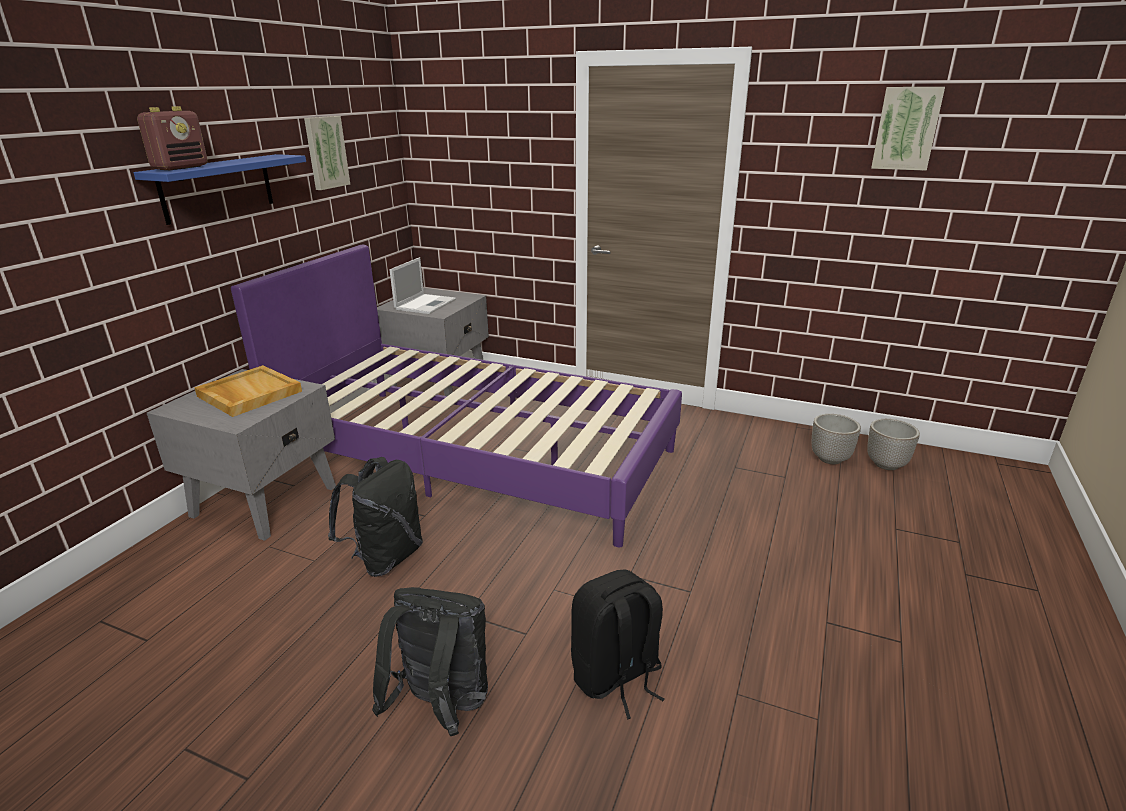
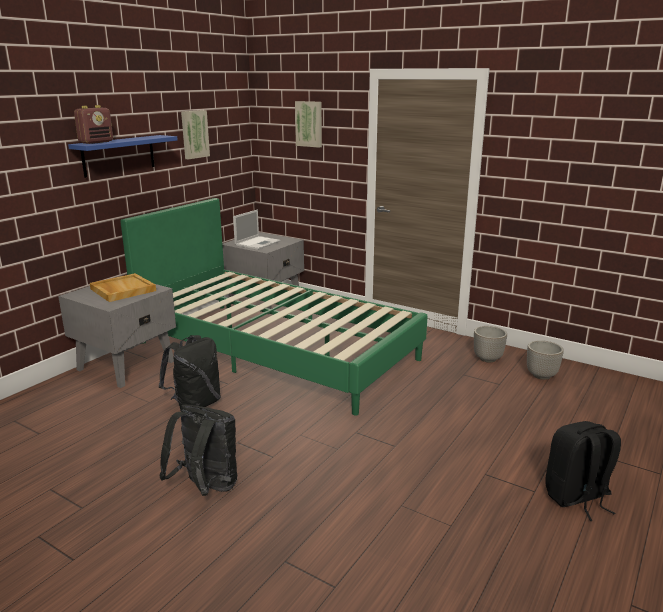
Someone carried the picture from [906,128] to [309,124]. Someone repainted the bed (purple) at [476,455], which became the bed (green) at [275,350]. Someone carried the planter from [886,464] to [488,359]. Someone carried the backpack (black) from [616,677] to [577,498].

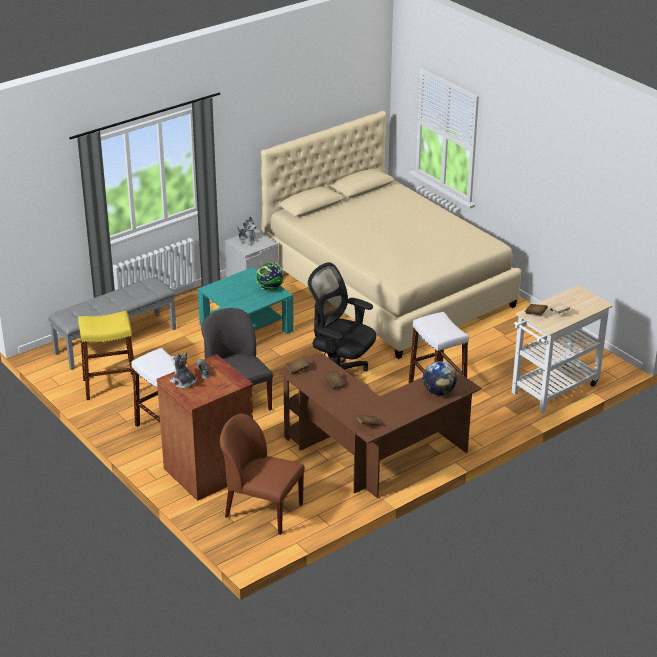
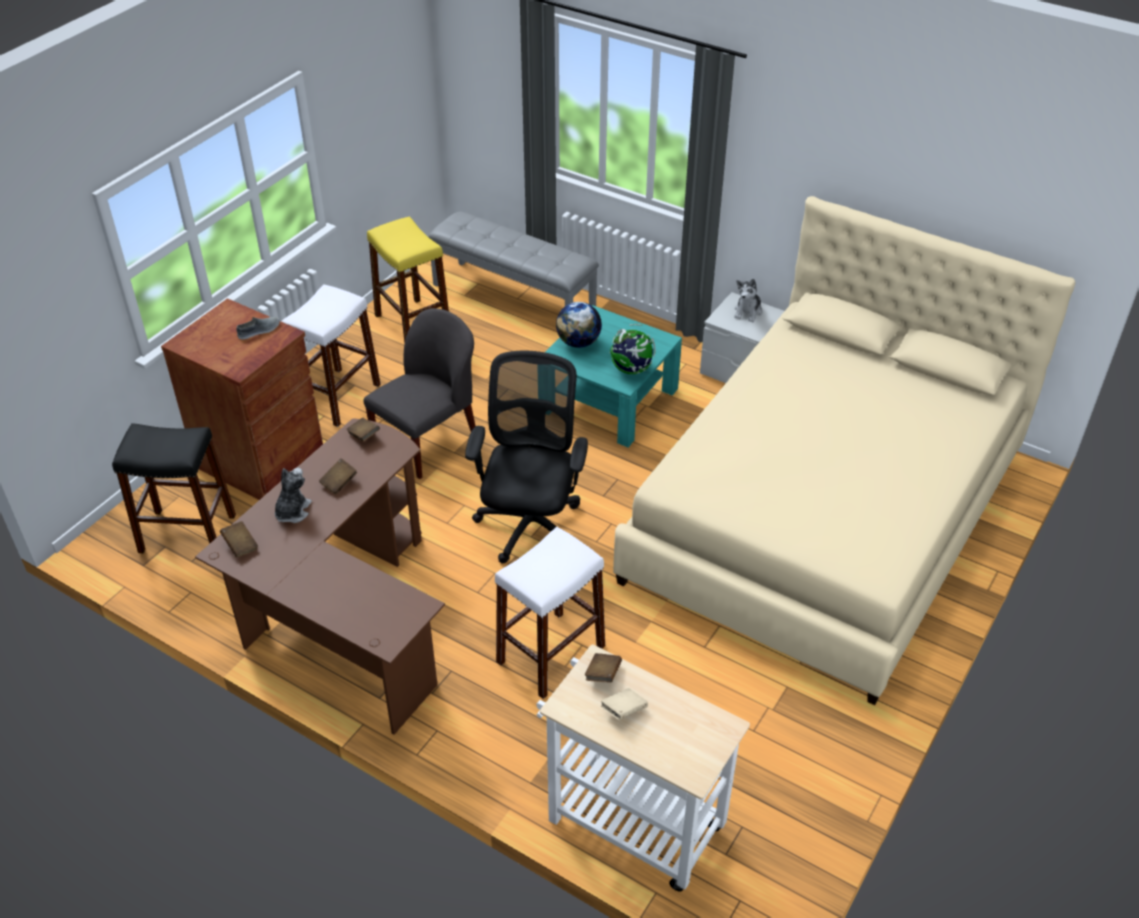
Someone carried the plush toy from [183,382] to [292,512]. Someone carried the globe from [438,392] to [578,342]. Someone swapped the chair (brown) at [262,510] for the stool (black) at [188,533].

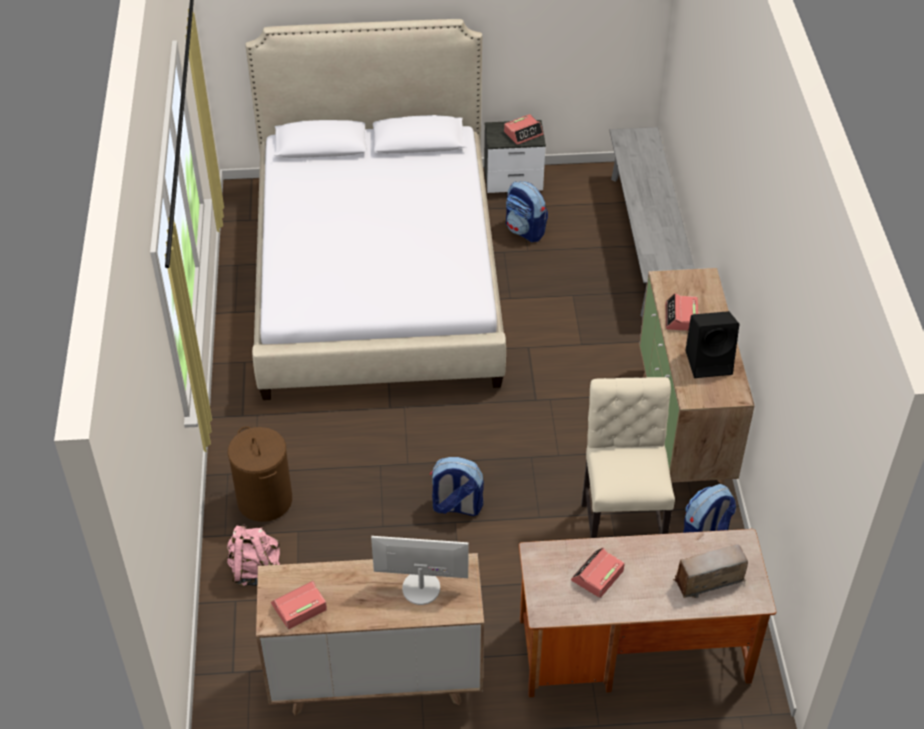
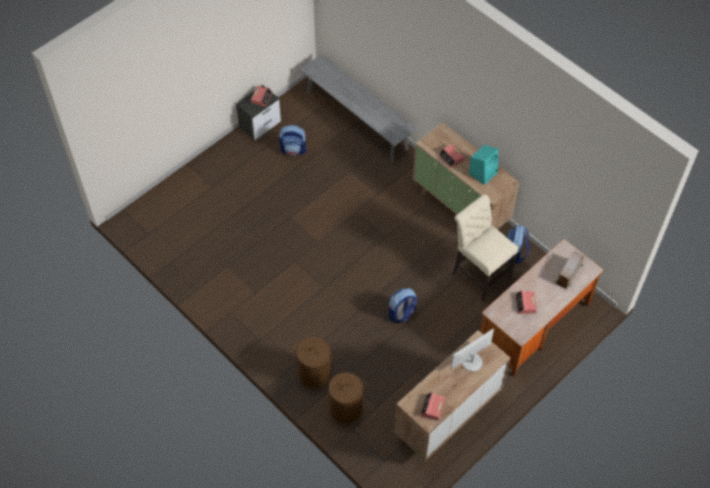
Someone took away the bed at [376,277]. Someone repainted the speaker (black) at [710,362], which became the speaker (turquoise) at [483,172]. Someone swapped the backpack (pink) at [255,570] for the laundry basket (brown) at [345,408].

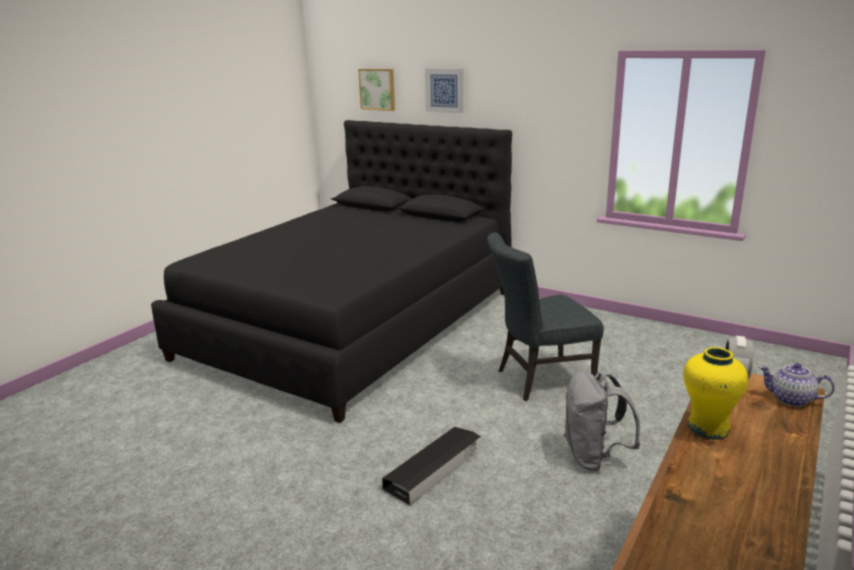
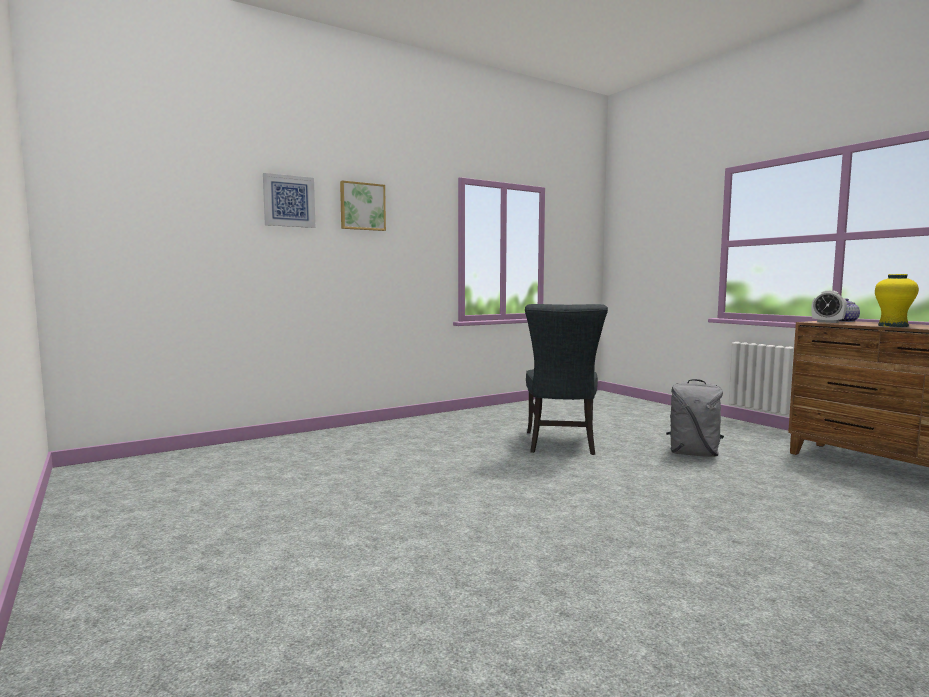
Someone carried the picture from [378,89] to [362,206]. Someone took away the bed (black) at [353,323]. Someone took away the storage box (black) at [434,469].

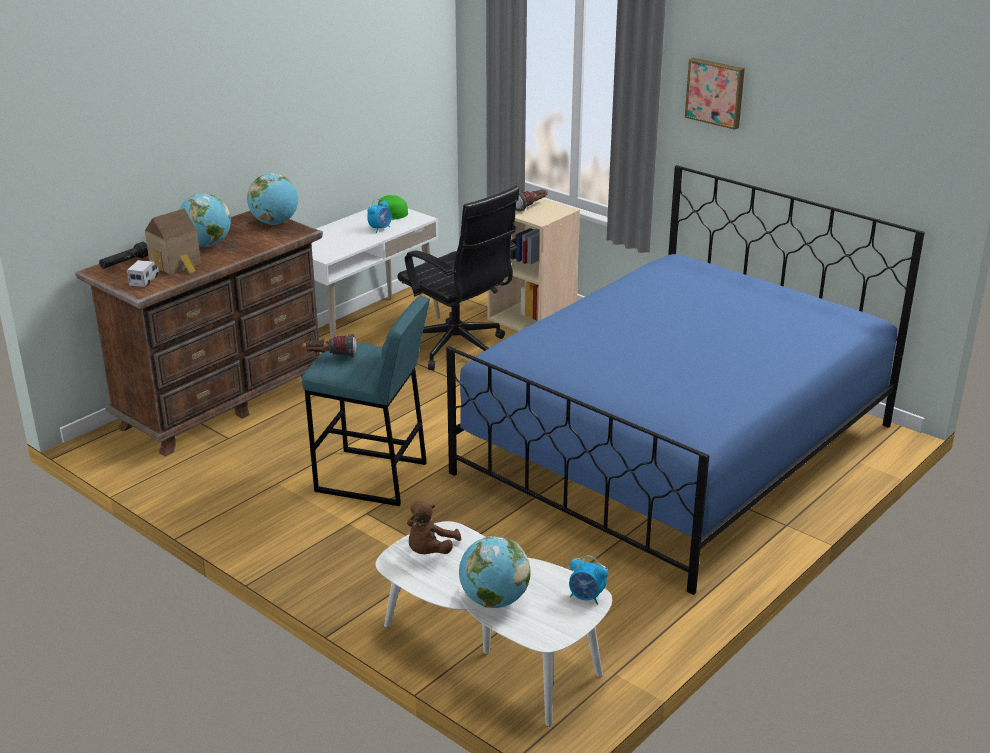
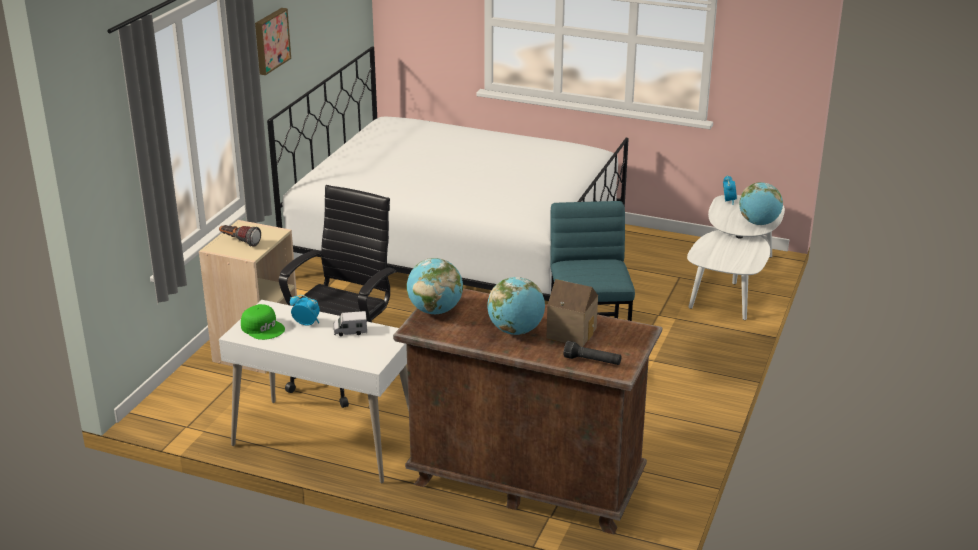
Someone repainted the bed (blue) at [677,448], which became the bed (white) at [456,255]. Someone carried the toy truck from [144,280] to [350,331]. Someone took away the flashlight at [330,356]. Someone took away the plush toy (brown) at [429,551].

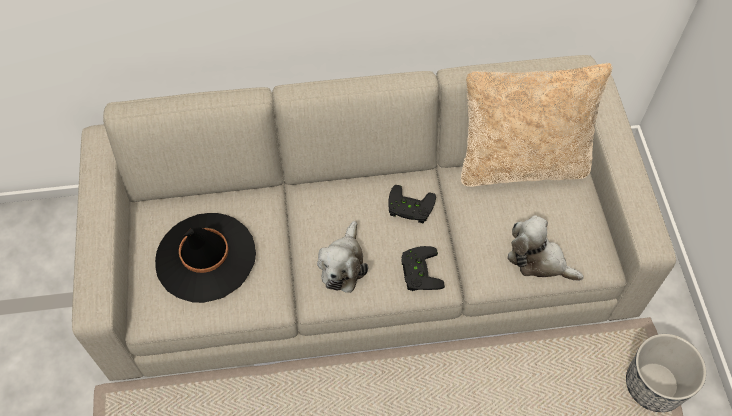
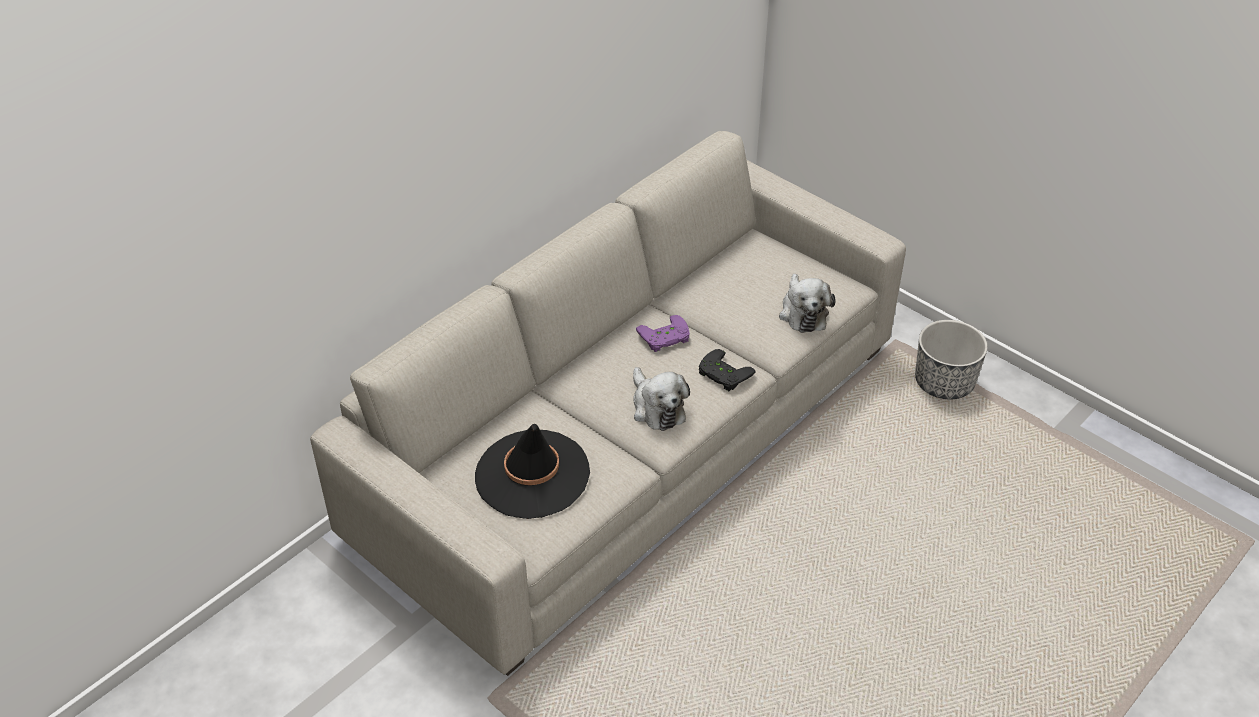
Someone took away the pillow (beige) at [522,166]. Someone repainted the game controller (black) at [409,208], which became the game controller (purple) at [665,338]. Someone rotated the plush toy at [538,259] by 90 degrees counterclockwise.

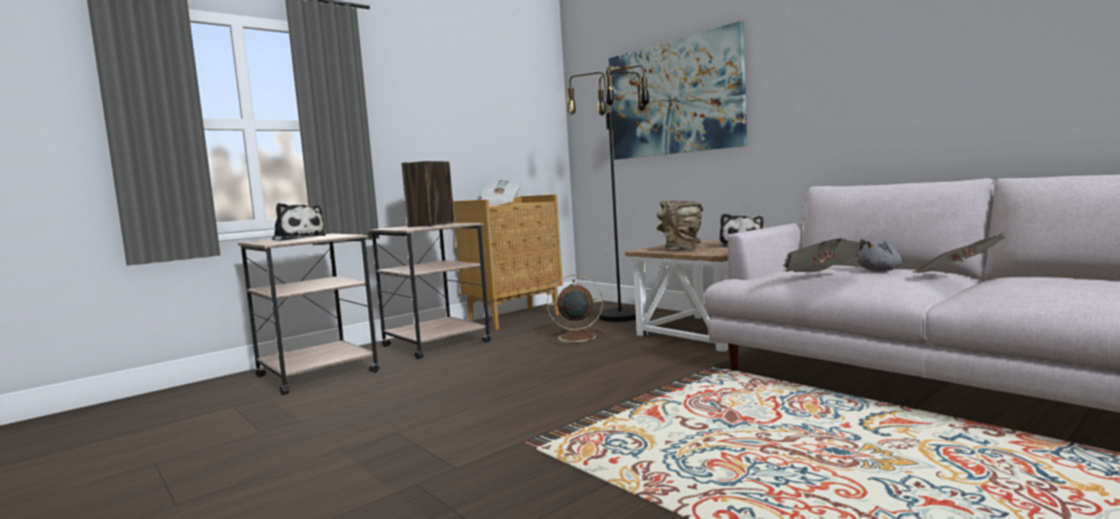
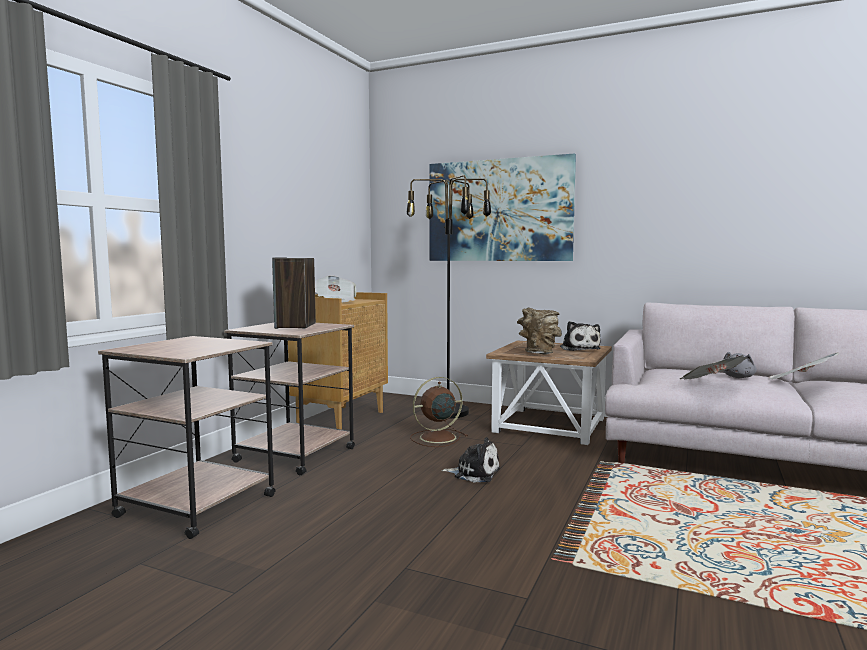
Someone carried the plush toy from [298,238] to [474,473].

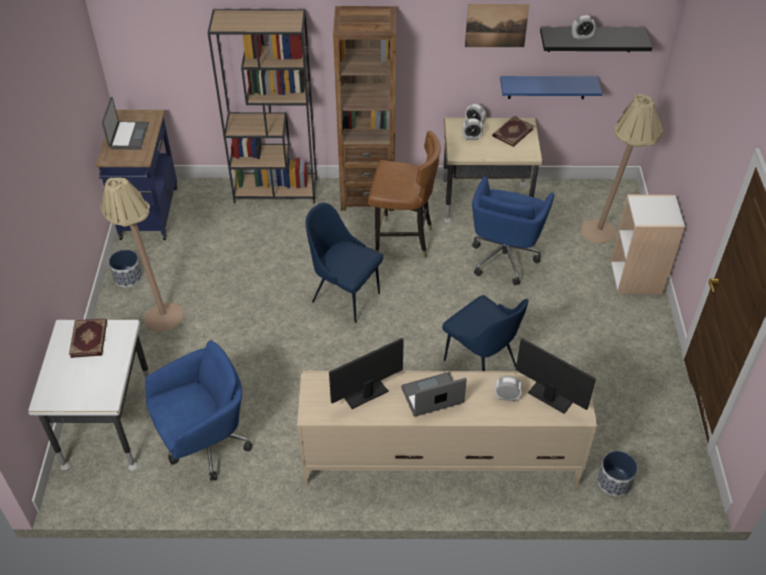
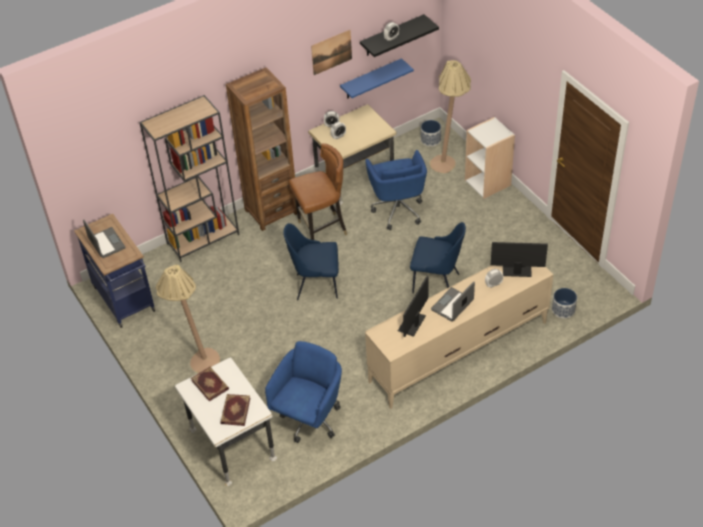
Someone carried the book from [512,132] to [235,411]. Someone carried the planter from [128,277] to [430,140].

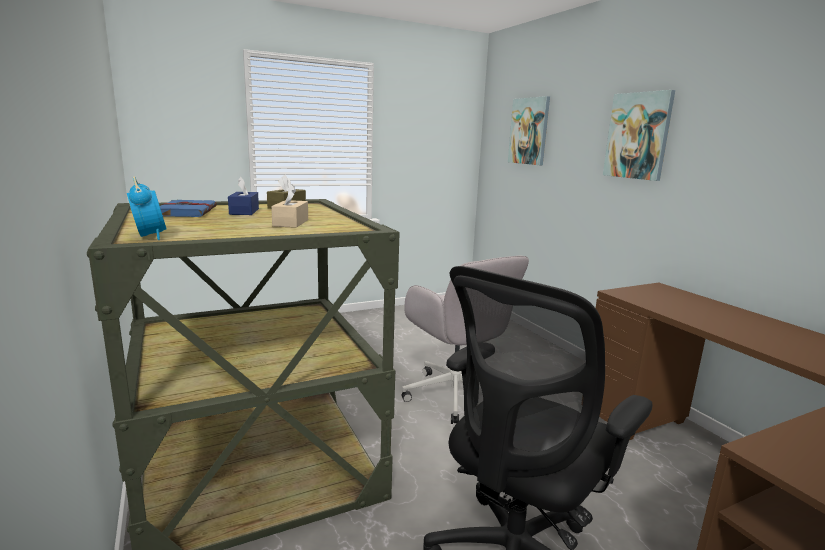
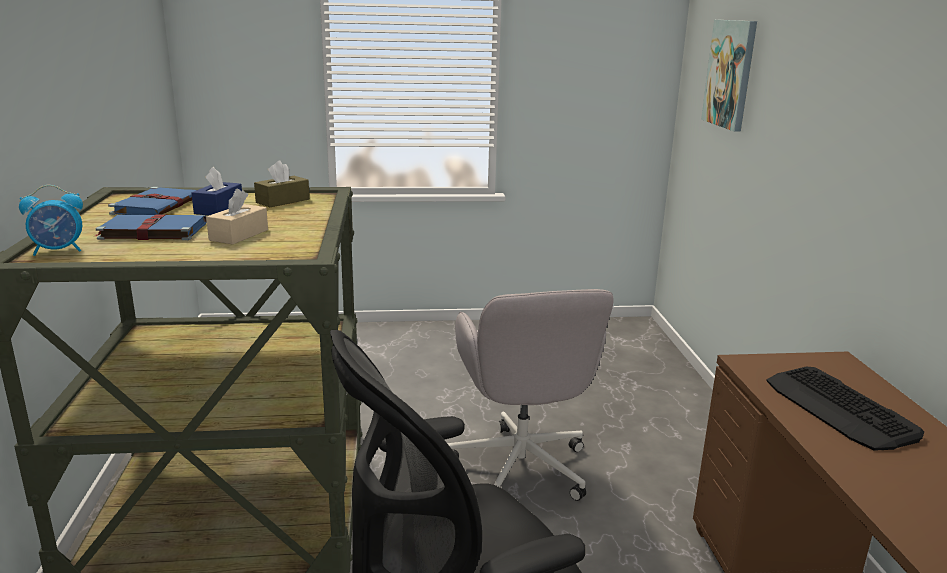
Someone took away the picture at [638,136]. Someone rotated the alarm clock at [150,237] by 75 degrees clockwise. Someone put down the book (blue) at [151,231]. Someone put down the keyboard at [839,409].

